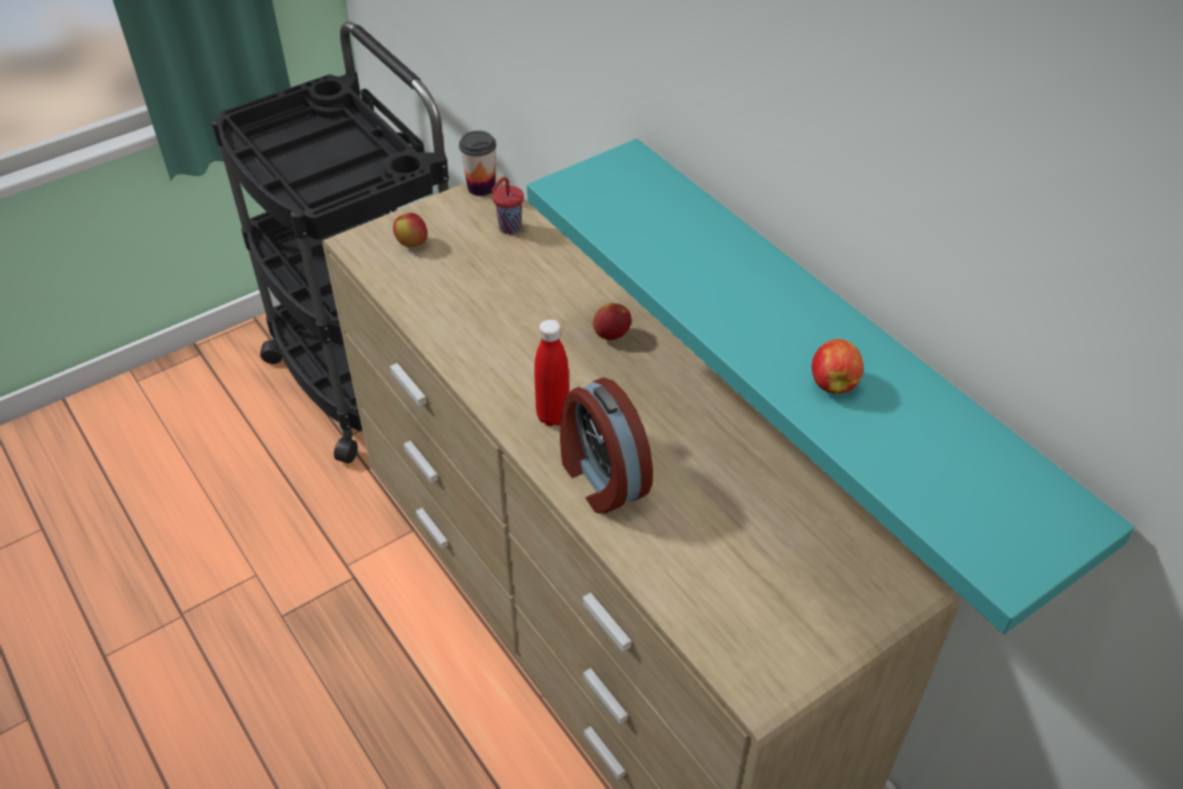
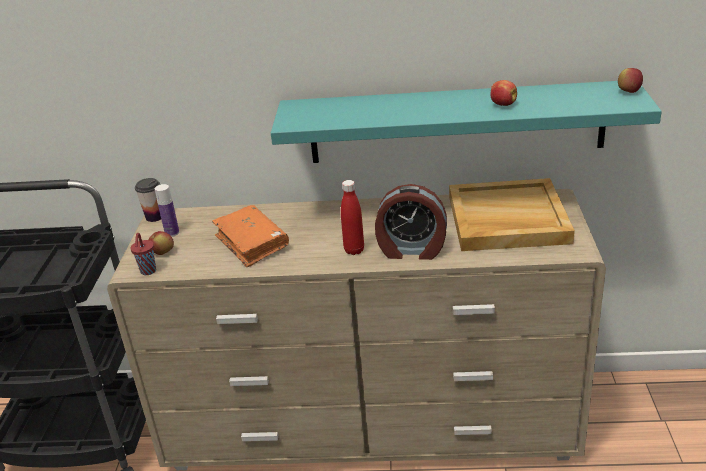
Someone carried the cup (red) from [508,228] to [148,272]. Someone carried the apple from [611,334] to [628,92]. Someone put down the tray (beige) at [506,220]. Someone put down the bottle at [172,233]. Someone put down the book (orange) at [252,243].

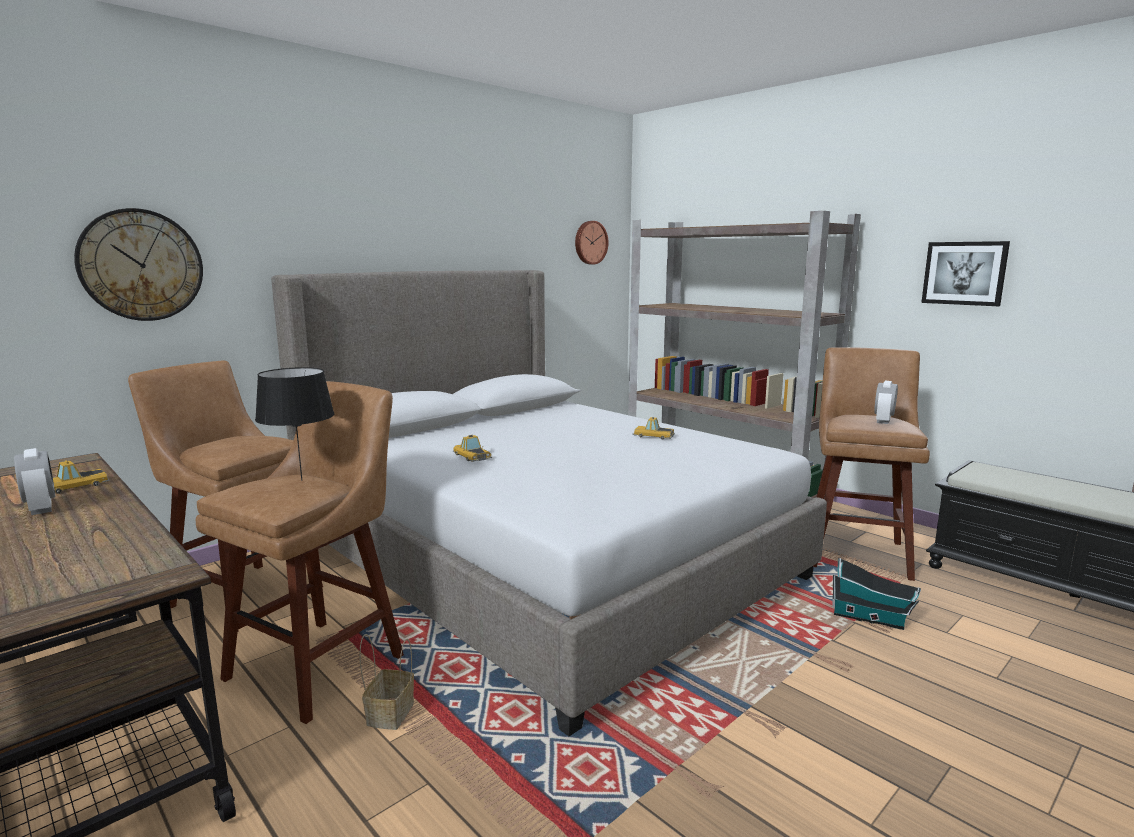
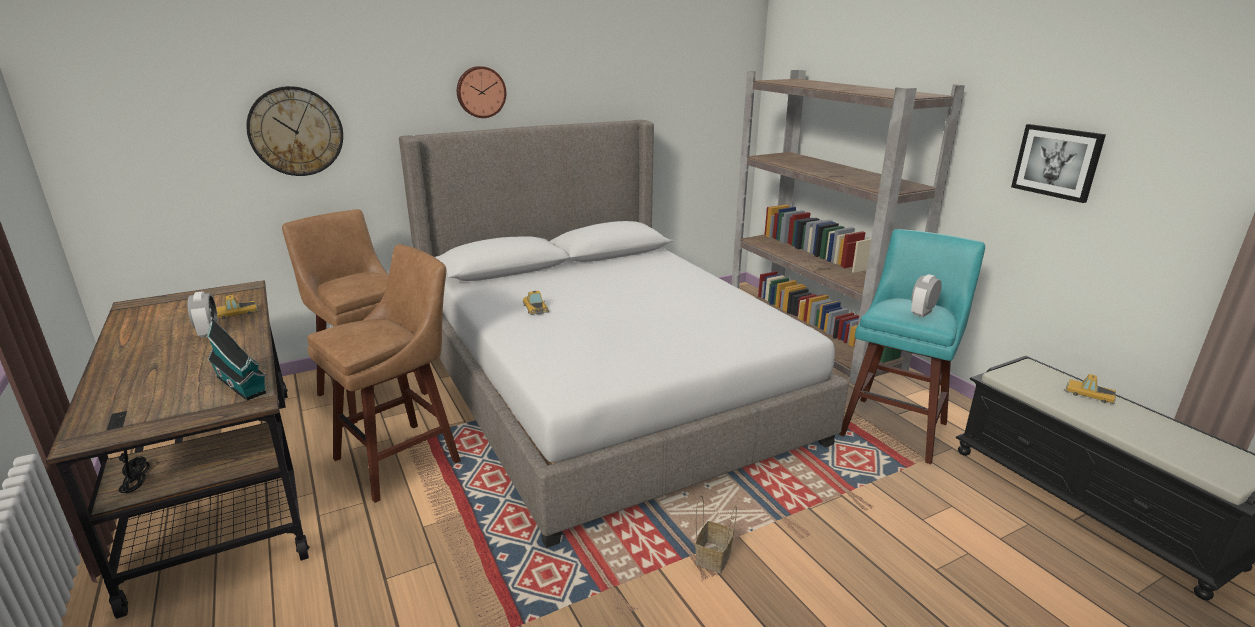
Someone carried the wall clock from [590,242] to [480,92]. Someone repainted the stool (brown) at [856,552], which became the stool (turquoise) at [894,427]. Someone took away the table lamp (black) at [301,480]. Someone carried the toy car from [653,435] to [1088,394]. Someone carried the toy house from [871,619] to [242,386]. Someone carried the basket from [390,712] to [713,556].

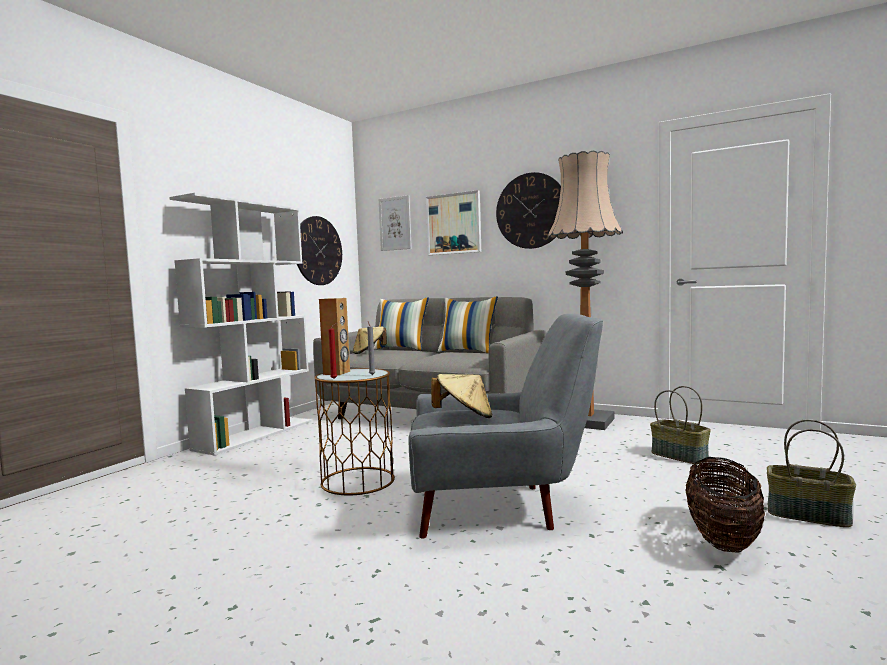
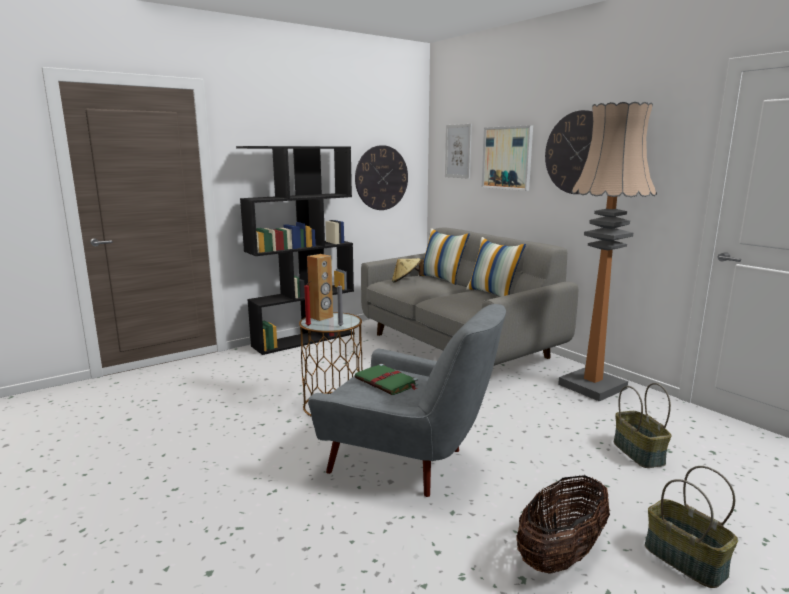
Someone repainted the bookcase (white) at [255,434], which became the bookcase (black) at [304,339]. Someone swapped the hat (beige) at [464,417] for the book (green) at [387,382].

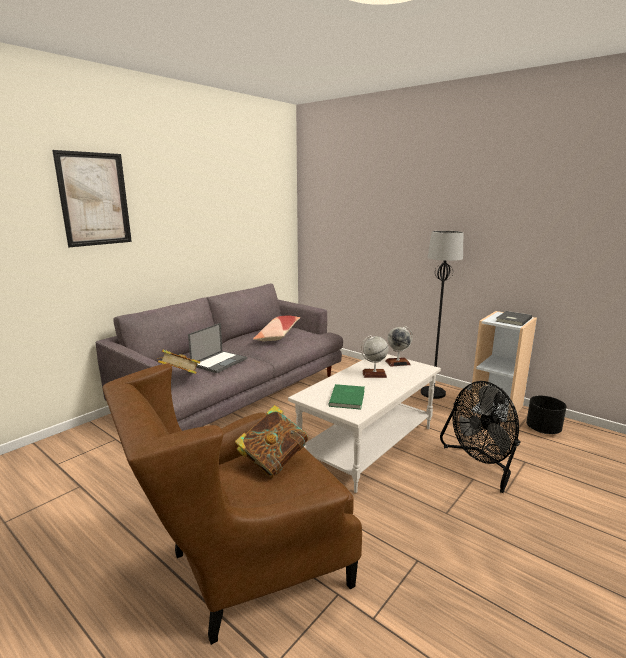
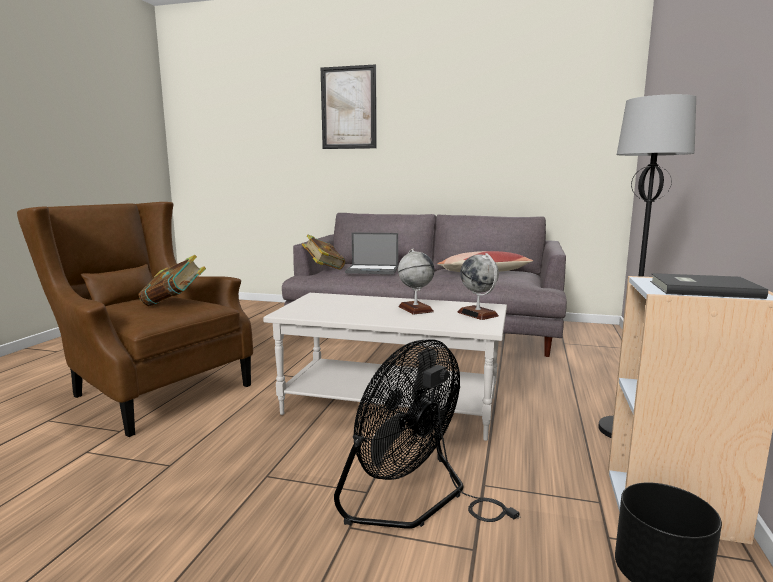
Someone took away the book (green) at [348,398].

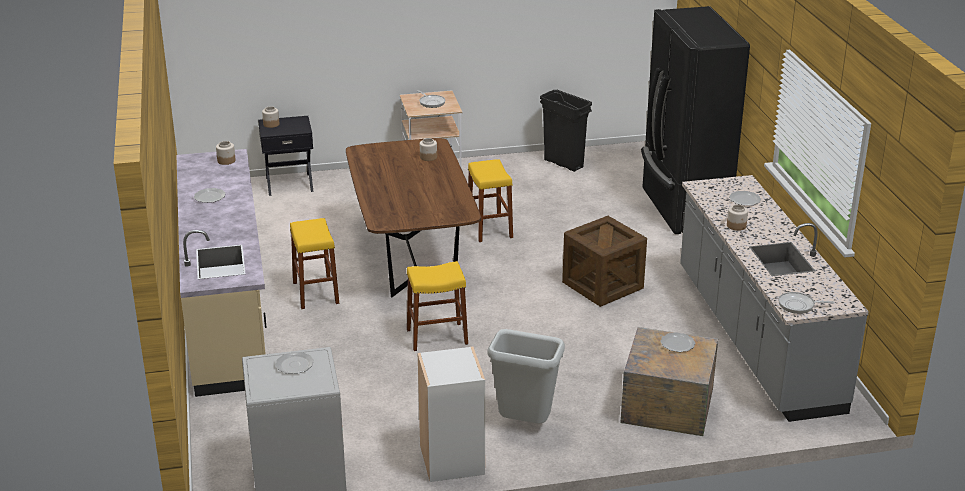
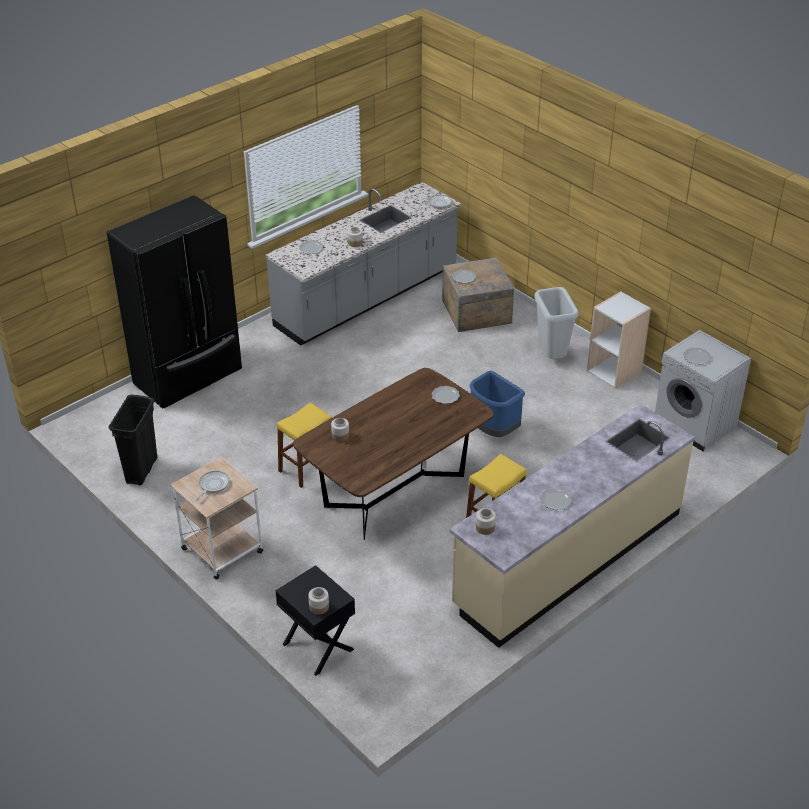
Someone took away the crate at [602,285]. Someone swapped the stool (yellow) at [437,337] for the trash can (blue) at [493,430]. Someone put down the plate at [446,396].

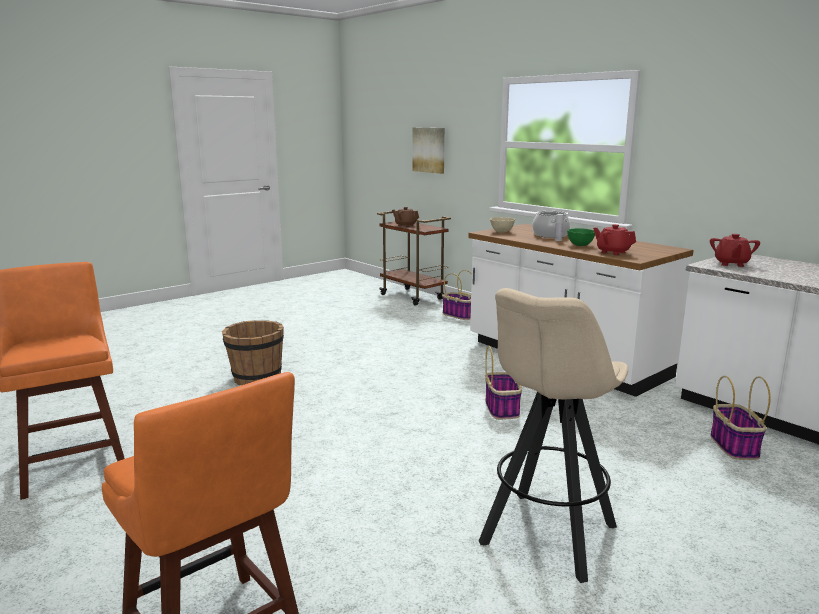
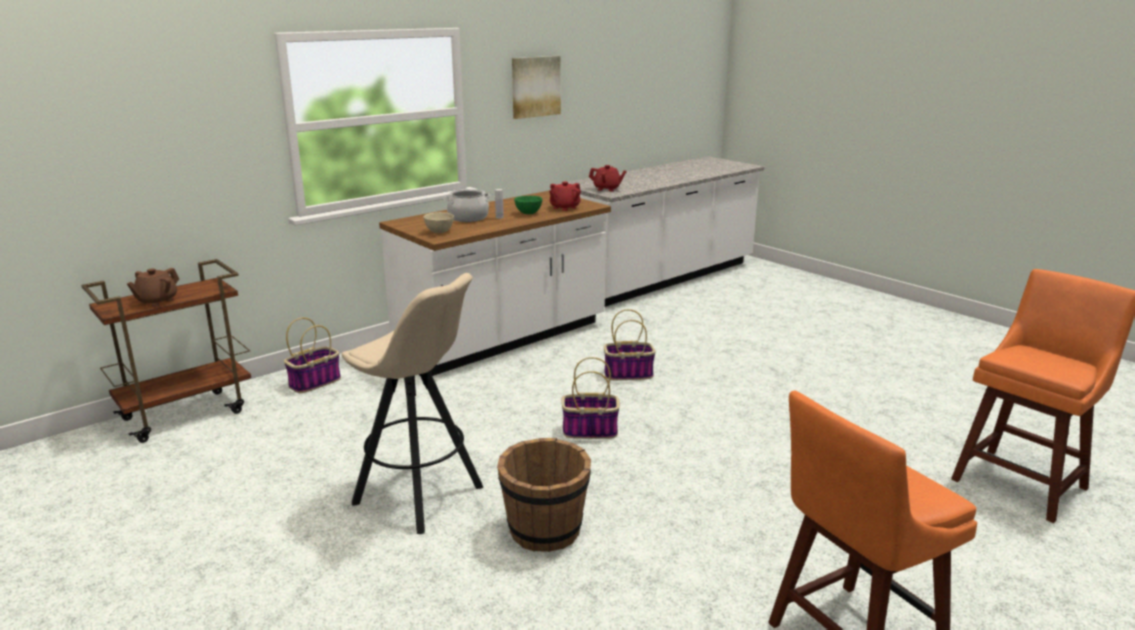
Someone carried the picture from [429,150] to [535,86]. Someone carried the stool (beige) from [546,536] to [421,496]. Someone carried the basket from [733,446] to [589,431].

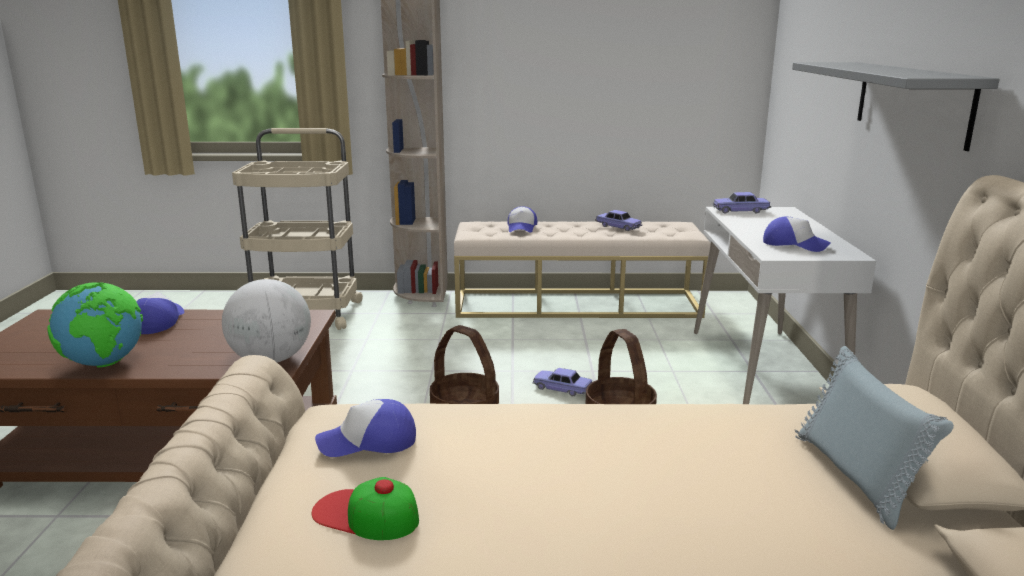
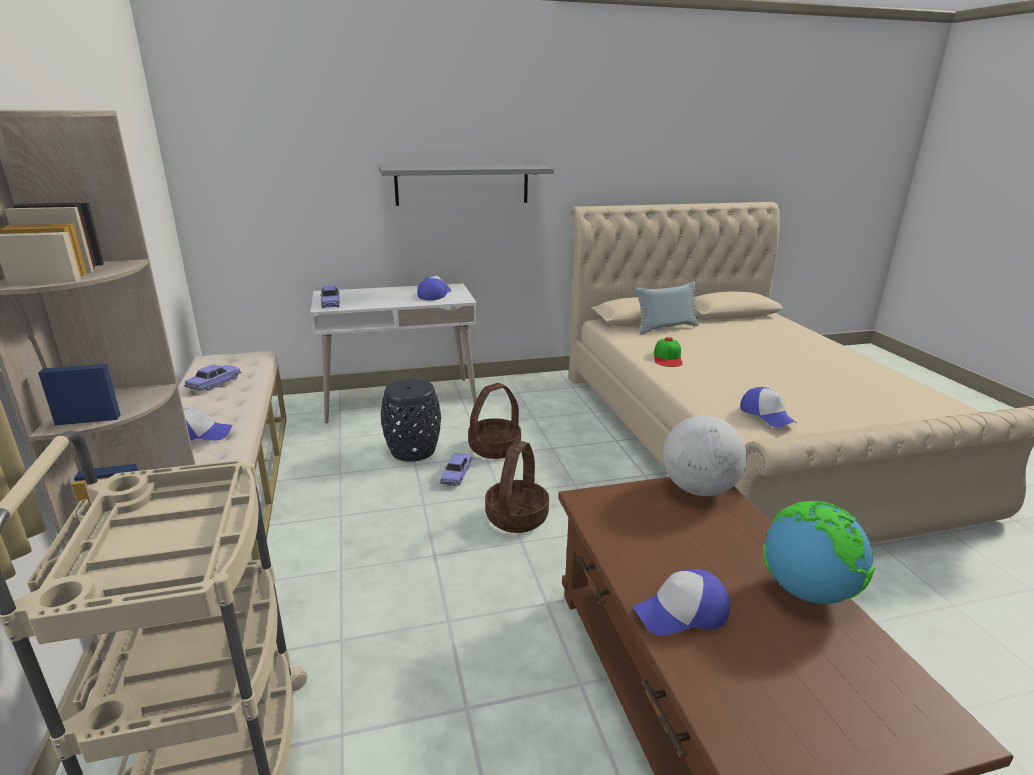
Someone carried the cap from [365,515] to [667,358]. Someone put down the stool (black) at [413,450].

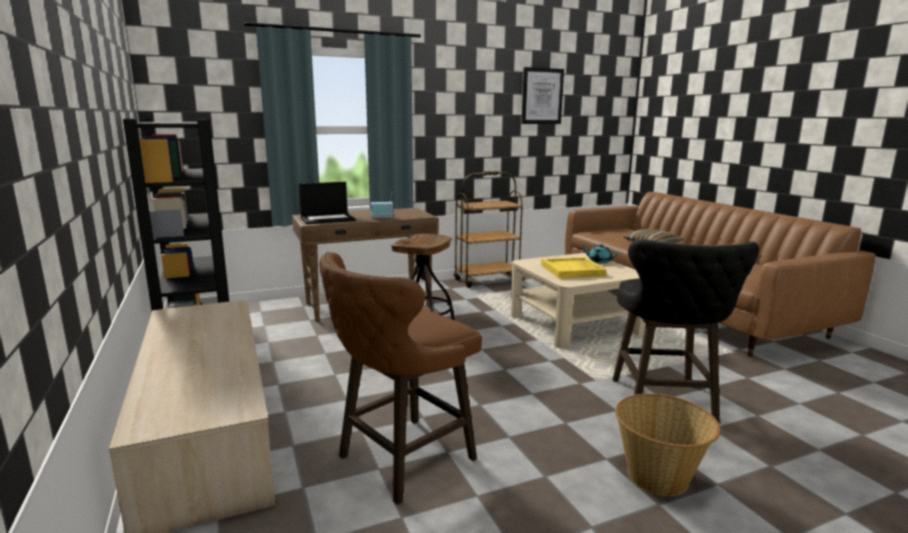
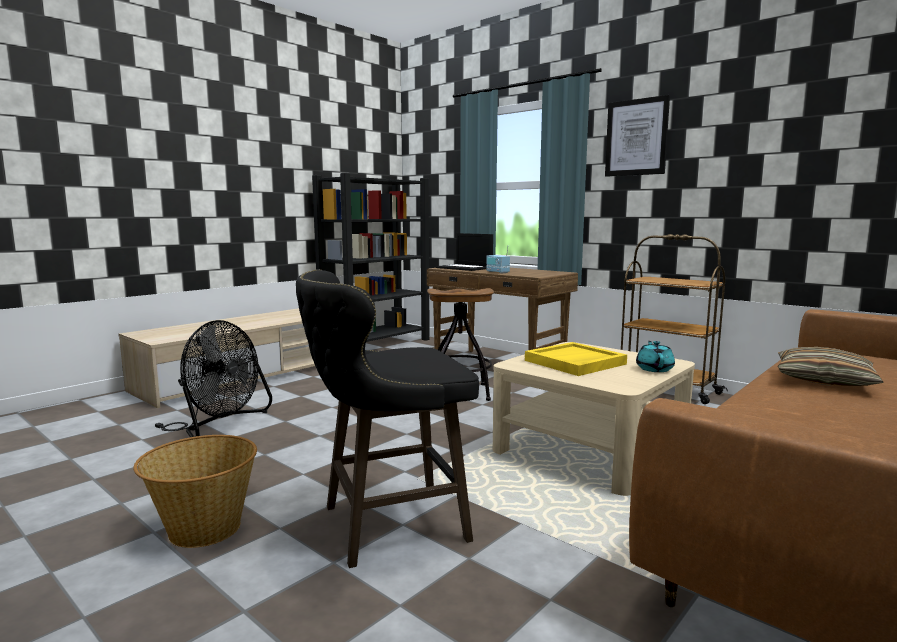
Someone carried the picture from [542,96] to [636,137]. Someone swapped the stool (brown) at [401,460] for the fan (black) at [215,426].

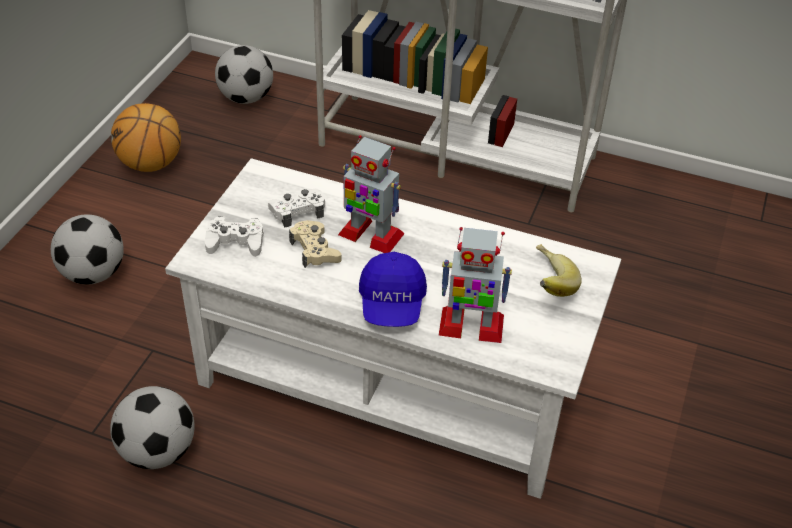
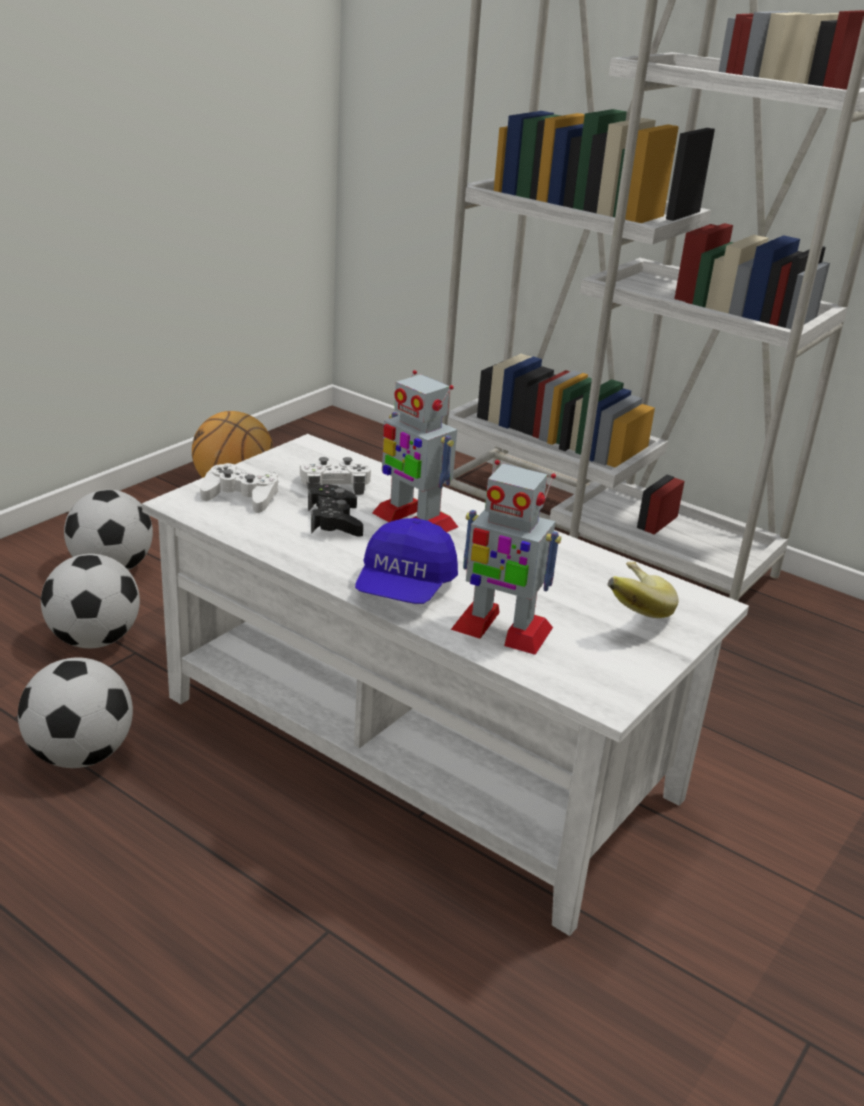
Someone carried the football from [246,98] to [94,640]. Someone repainted the game controller (beige) at [315,250], which became the game controller (black) at [334,521].

